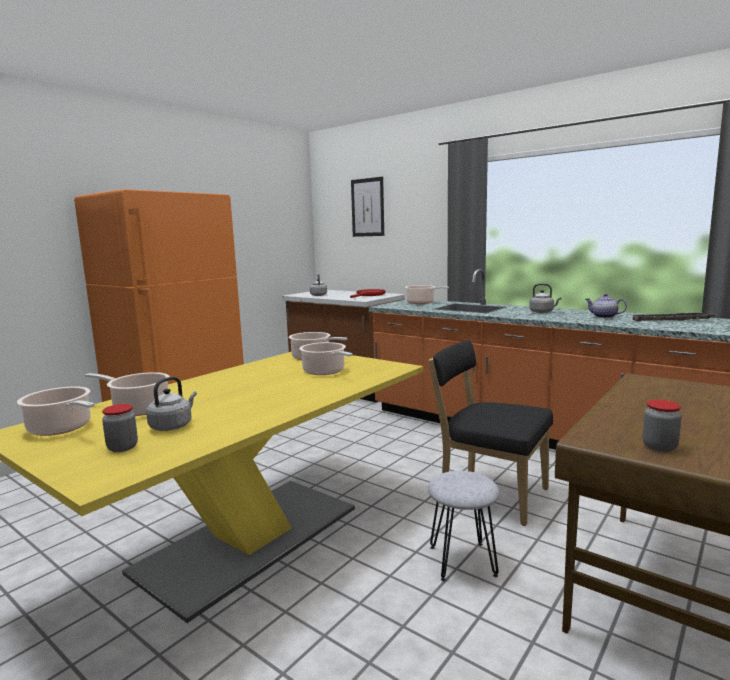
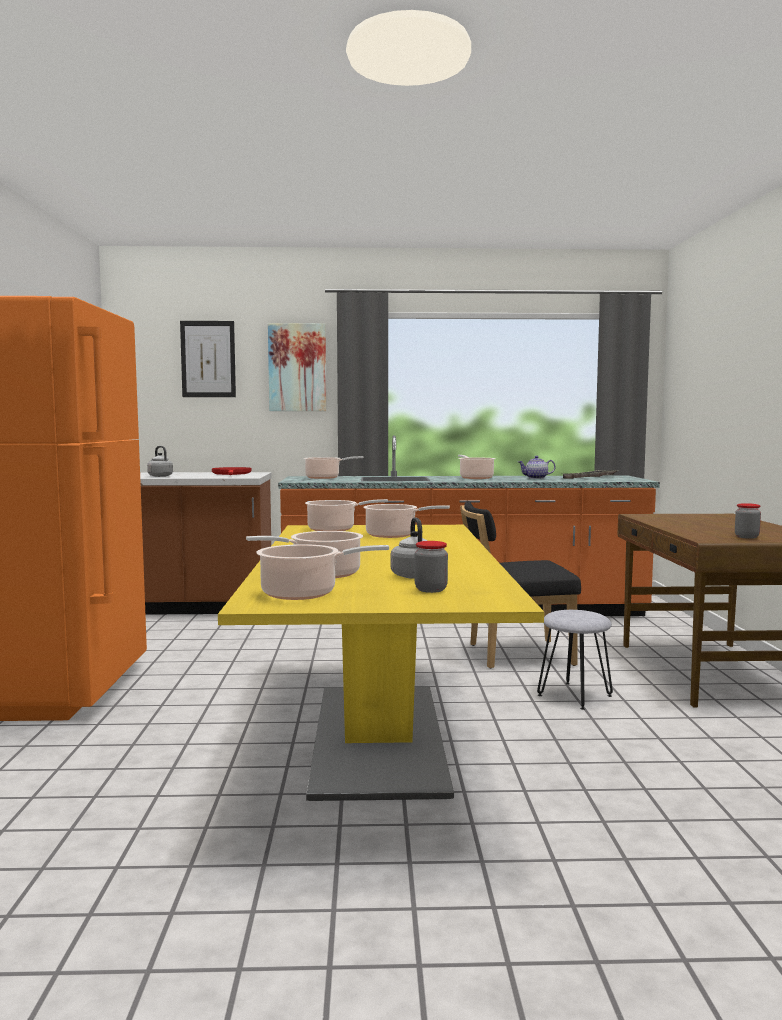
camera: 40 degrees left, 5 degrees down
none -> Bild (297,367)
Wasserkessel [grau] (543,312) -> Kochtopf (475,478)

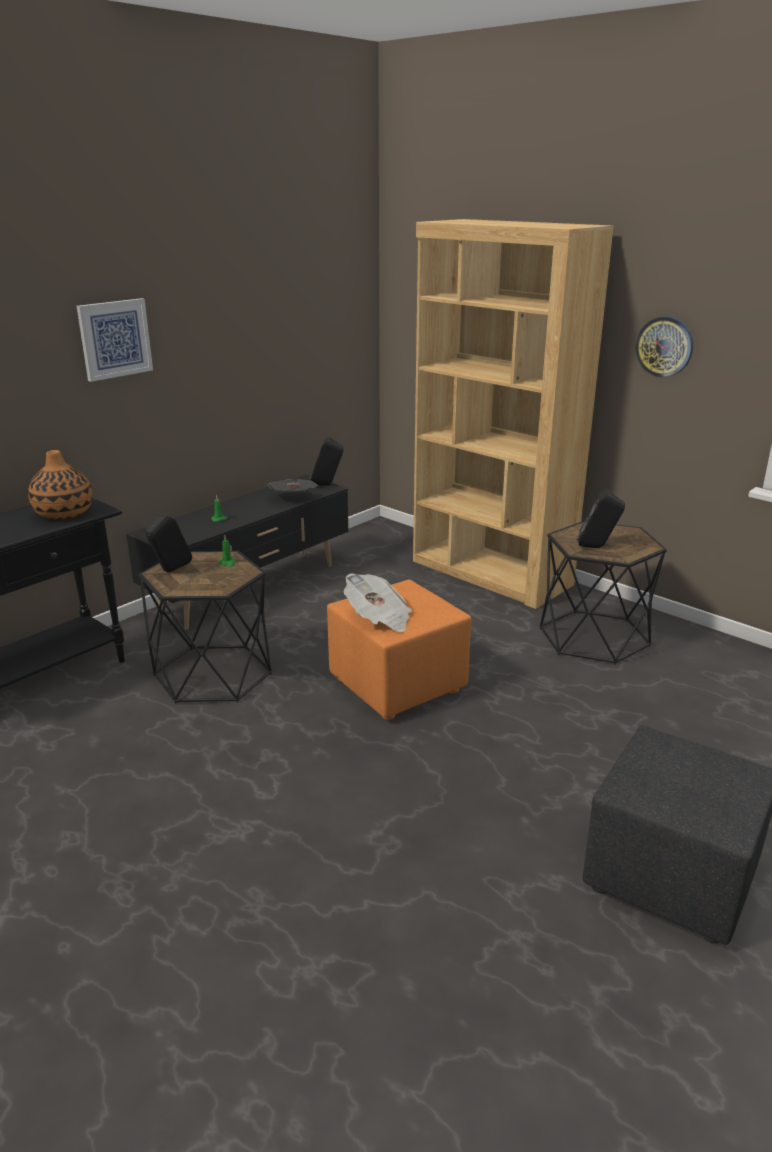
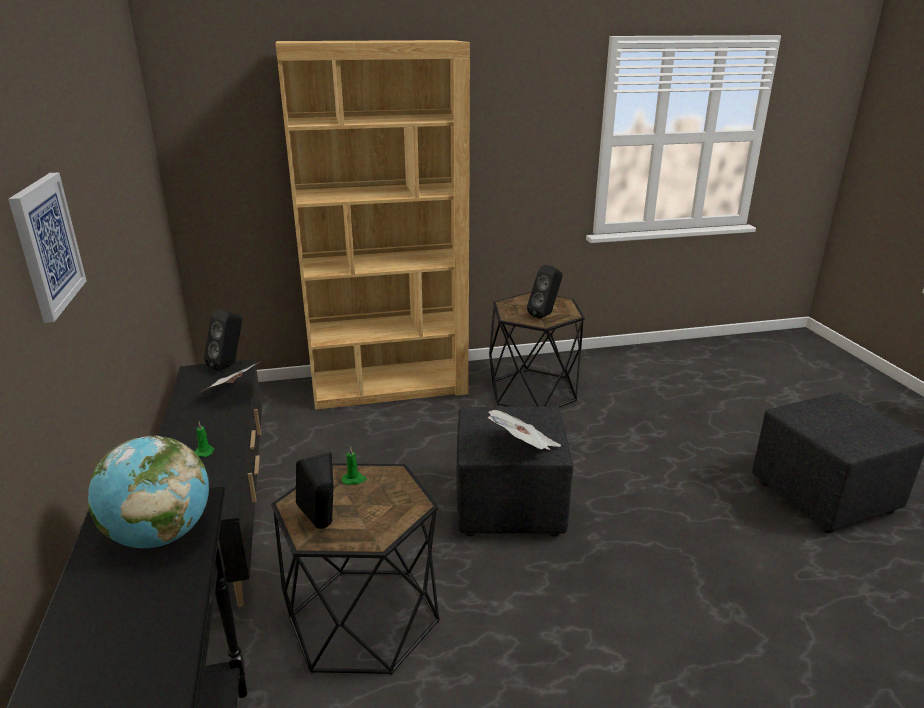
camera: 55 degrees left, 0 degrees up
Wanduhr (664,346) -> none
Vase (64,513) -> Globus (160,535)
Polsterhocker [orange] (399,685) -> Polsterhocker [schwarz] (510,506)

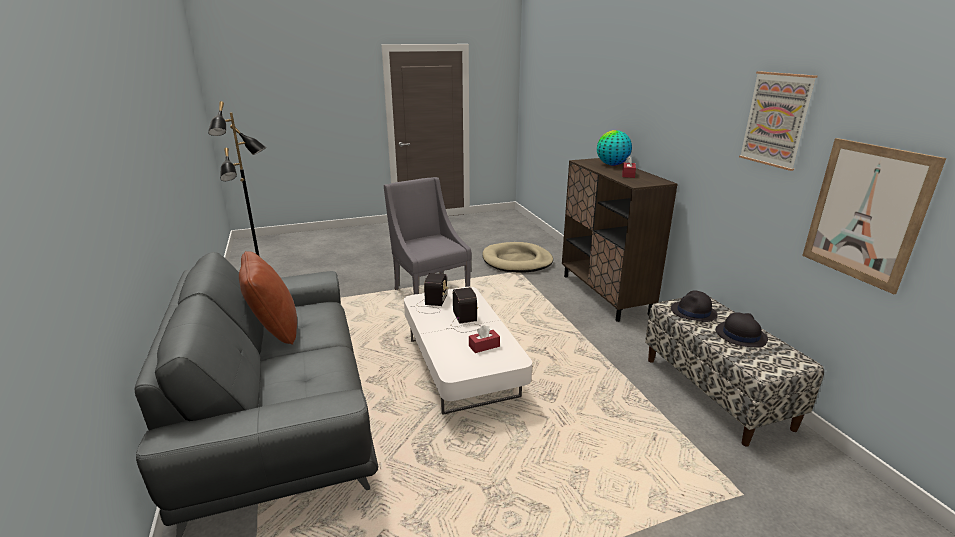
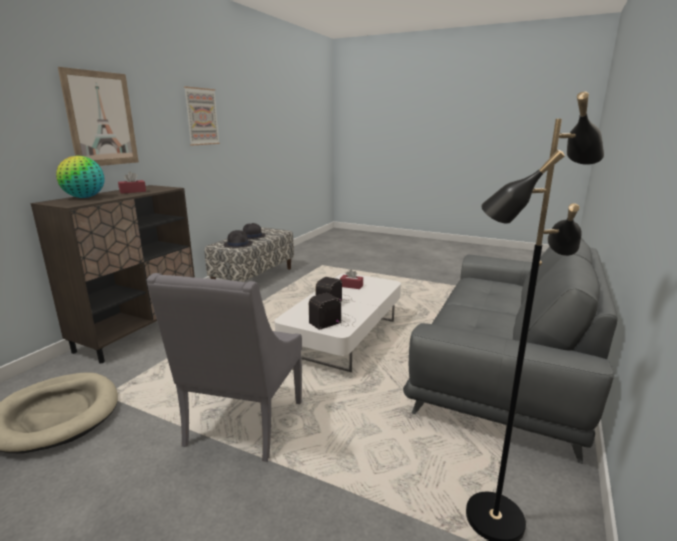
camera: 135 degrees left, 5 degrees down
Kissen [braun] (274,330) -> none
Bild (865,213) -> Bild (101,119), shifted

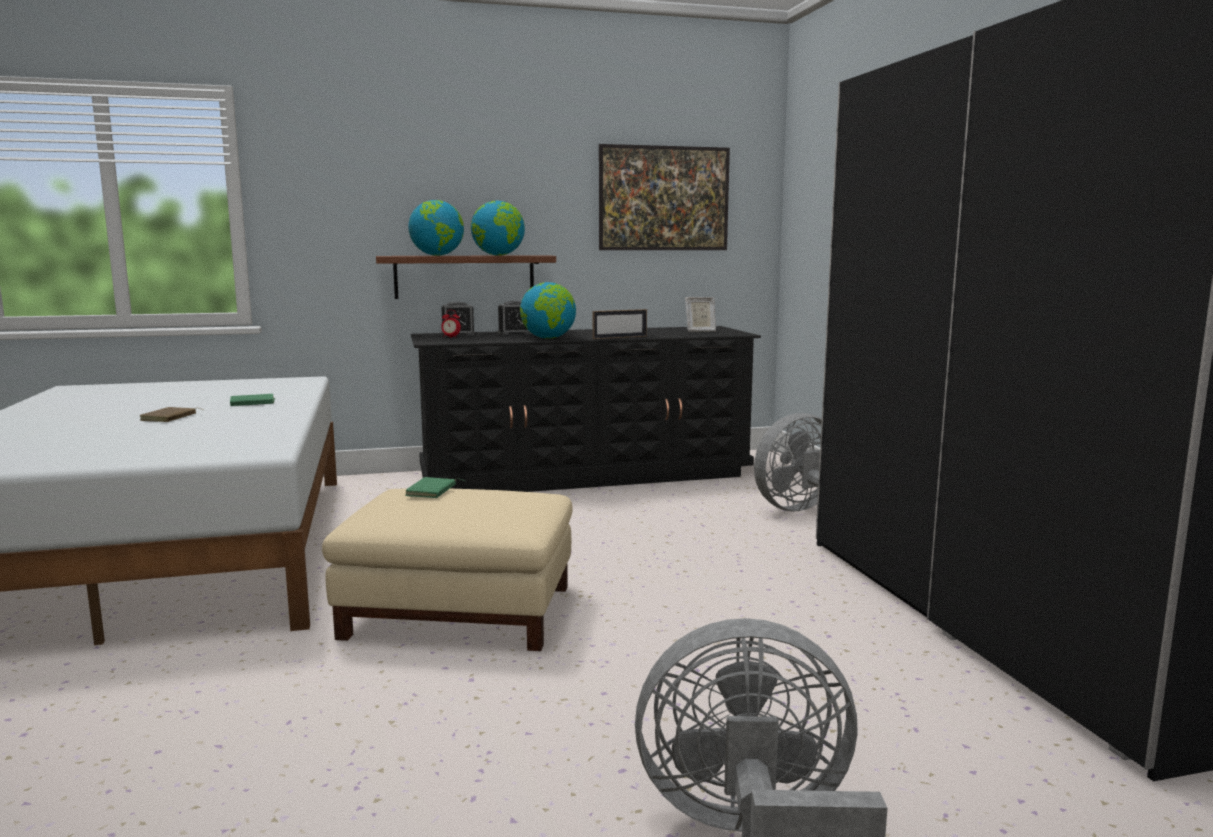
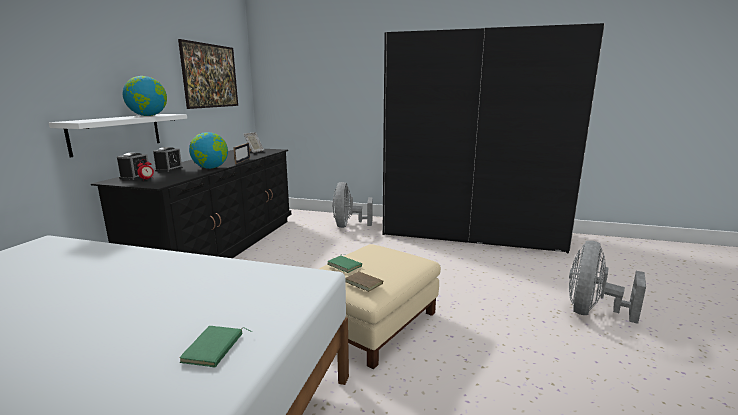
camera: 60 degrees left, 5 degrees up
Globus (437,255) -> none
Buch [braun] (170,418) -> Buch [braun] (364,282), shifted
Buch [grün] (252,403) -> Buch [grün] (215,349), shifted
Wandregal [braun] (464,276) -> Wandregal [weiß] (116,133)

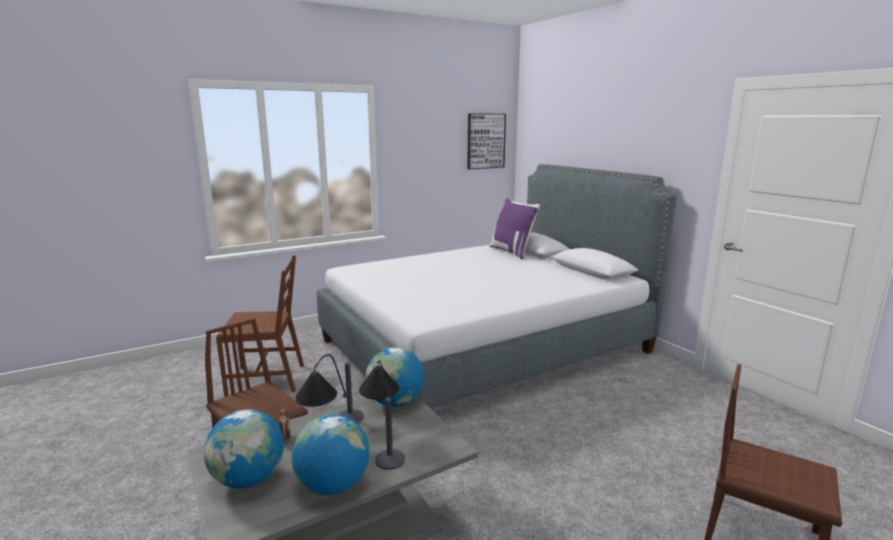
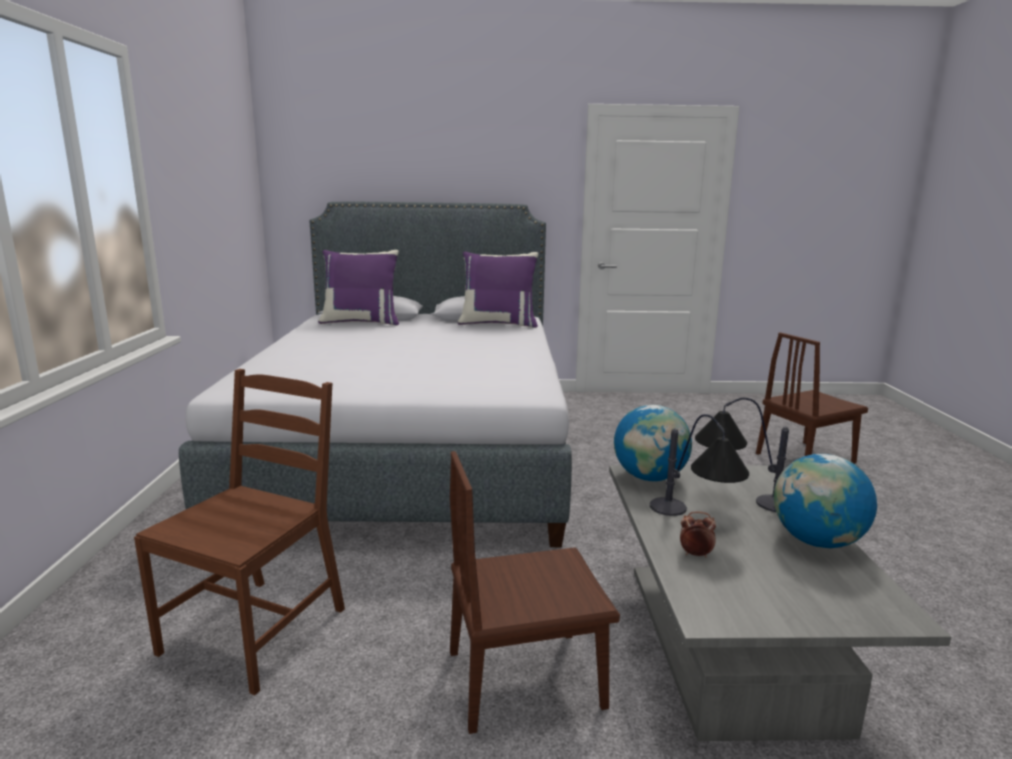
camera: 60 degrees left, 0 degrees up
Globus (249,479) -> none
Bild (485,141) -> none
none -> Kissen [lila] (498,324)

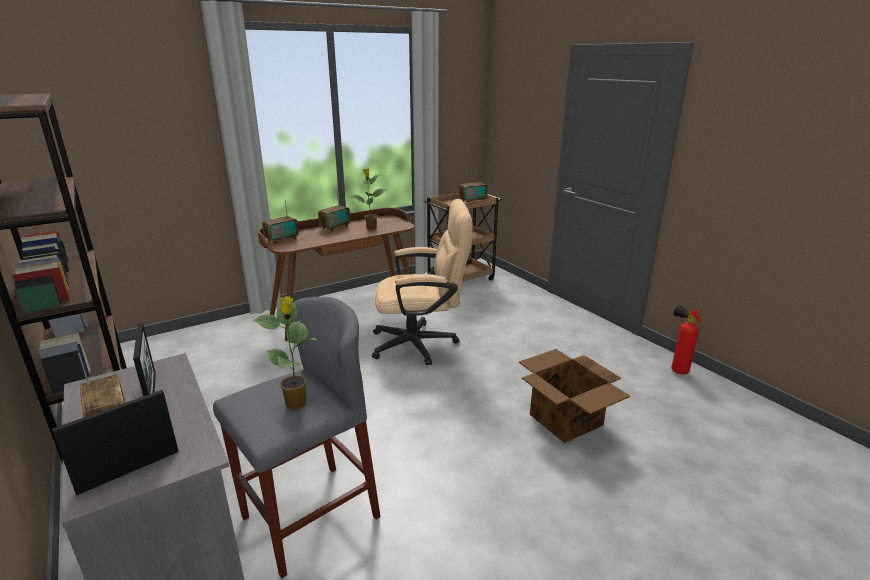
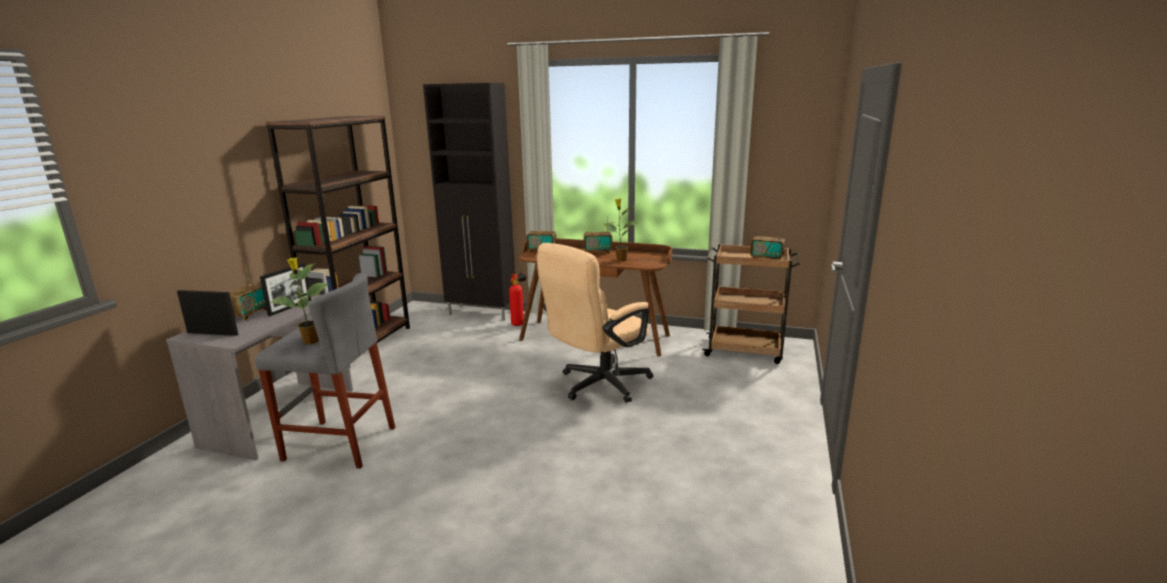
camera: 50 degrees right, 5 degrees down
Karton (566,420) -> none
none -> Schrank [schwarz] (482,313)
Feuerlöscher (676,369) -> Feuerlöscher (519,323), shifted
Bürostuhl [beige] (422,344) -> Bürostuhl [beige] (597,386), 90 degrees clockwise

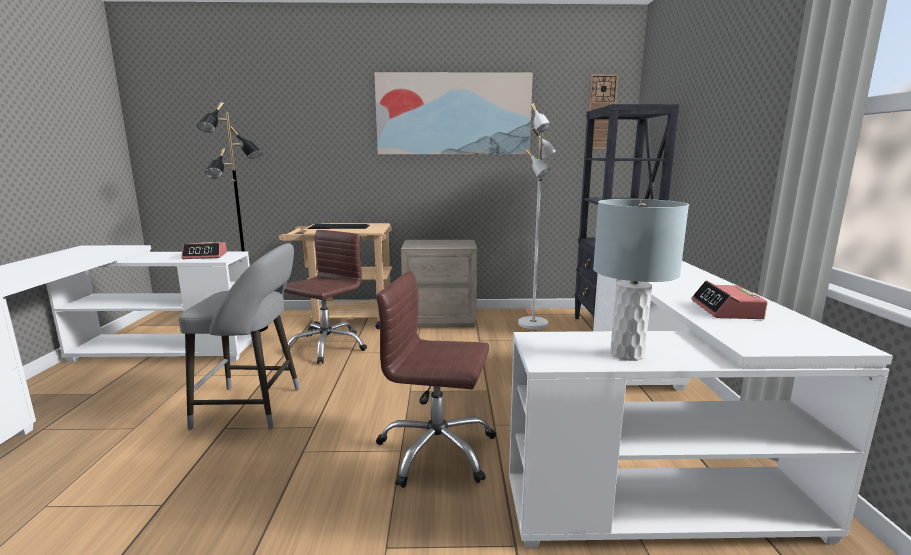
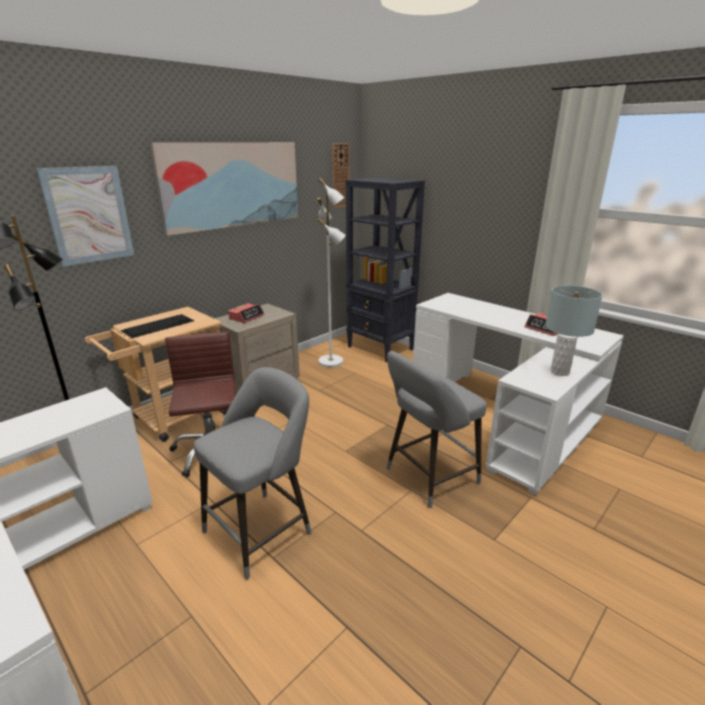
camera: 45 degrees left, 10 degrees up
none -> Bild (89,215)
Wecker (205,256) -> Wecker (246,317), shifted
Bürostuhl [braun] (436,451) -> Hocker [grau] (428,477)

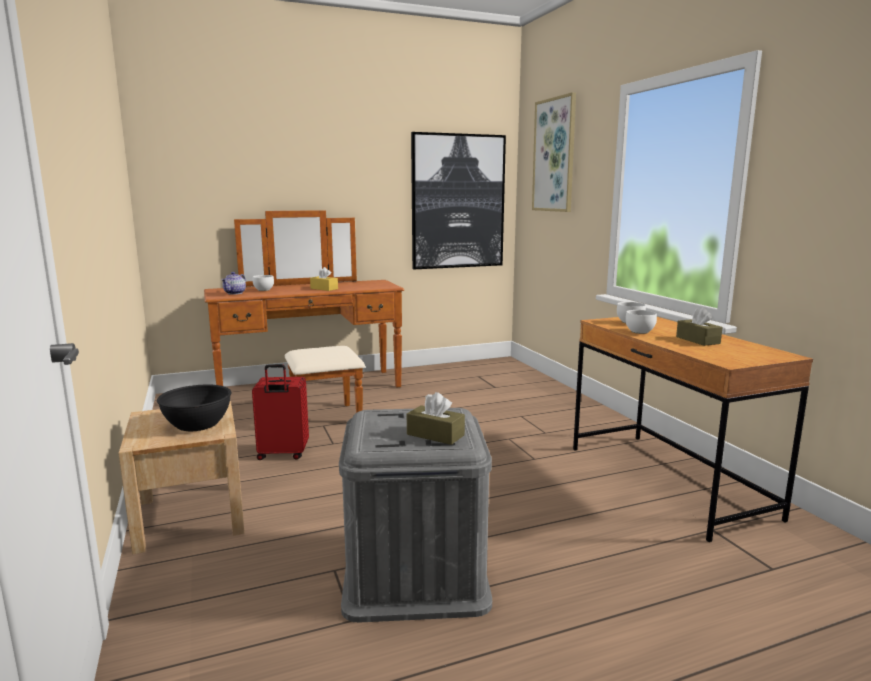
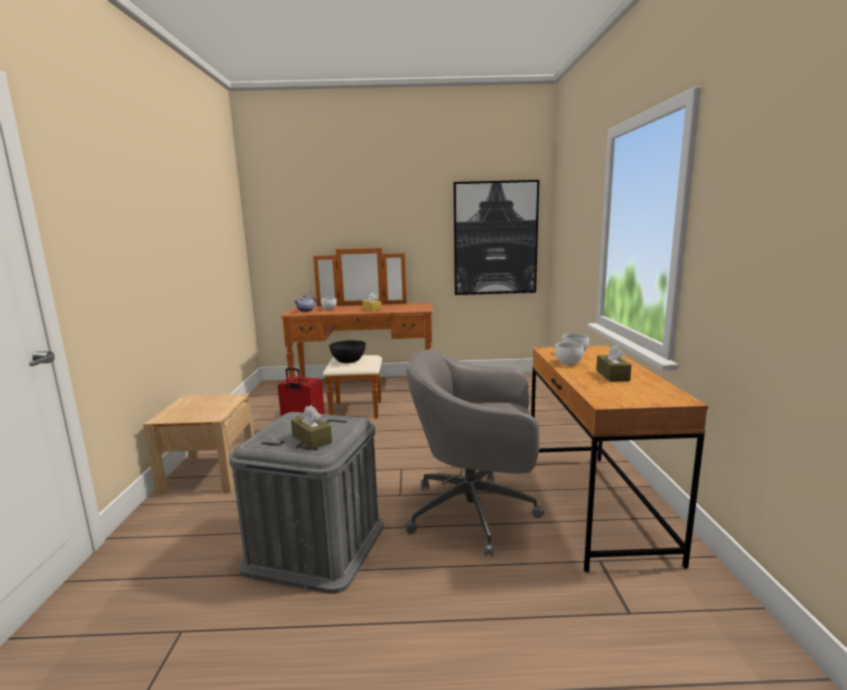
camera: 20 degrees right, 0 degrees up
Bild (554,155) -> none
none -> Bürostuhl [grau] (475,512)
Schüssel [schwarz] (198,424) -> Schüssel [schwarz] (348,360), shifted

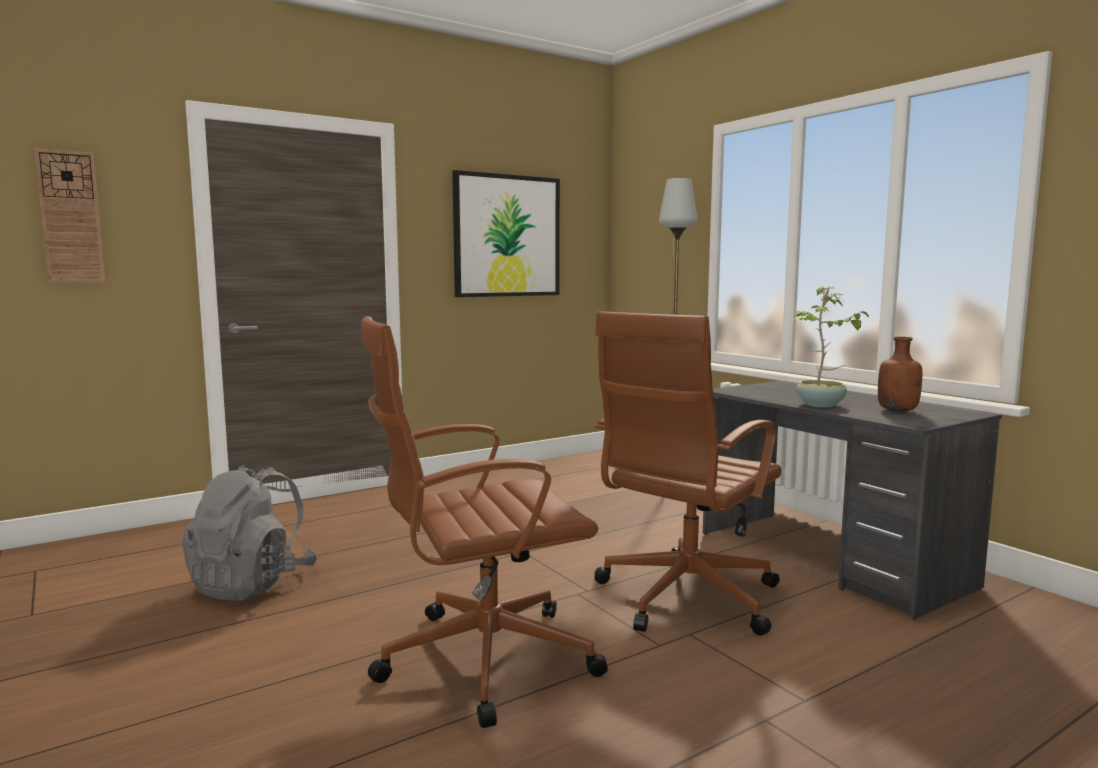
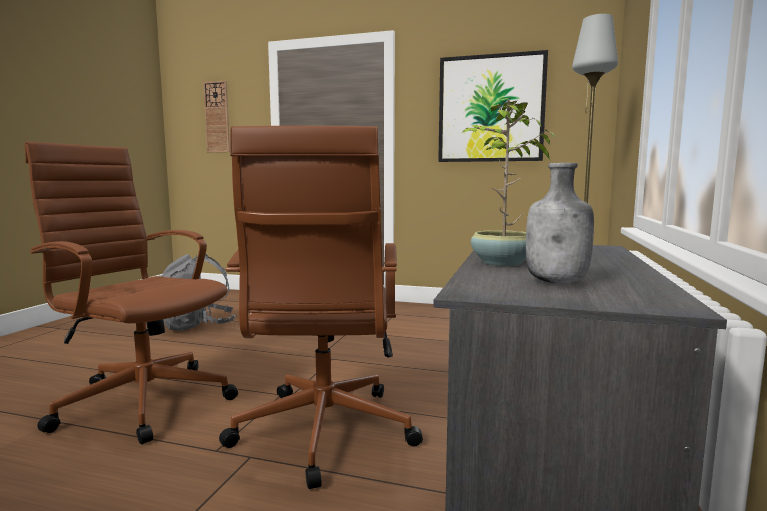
camera: 50 degrees right, 0 degrees up
Flasche [braun] (898,411) -> Flasche [grau] (557,282)
Bürostuhl [braun] (684,598) -> Bürostuhl [braun] (323,433), 90 degrees counterclockwise

